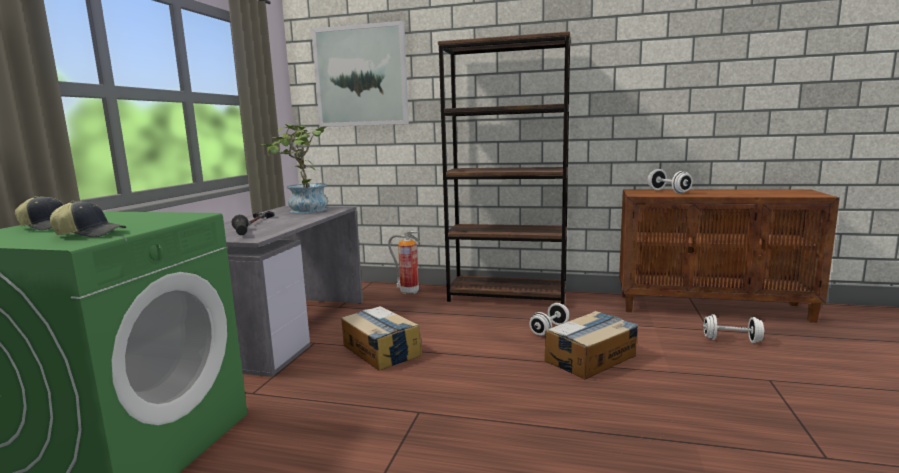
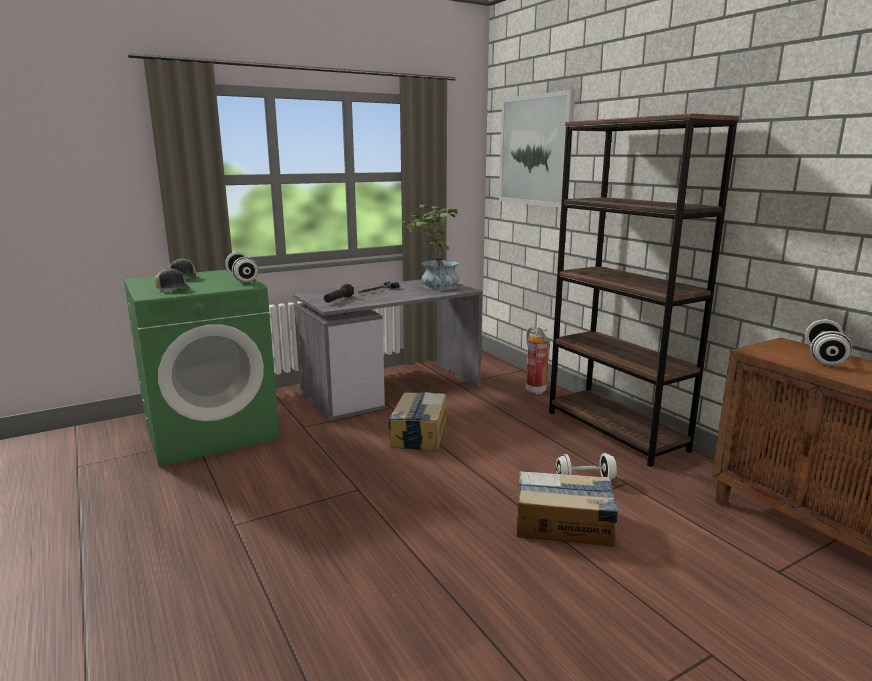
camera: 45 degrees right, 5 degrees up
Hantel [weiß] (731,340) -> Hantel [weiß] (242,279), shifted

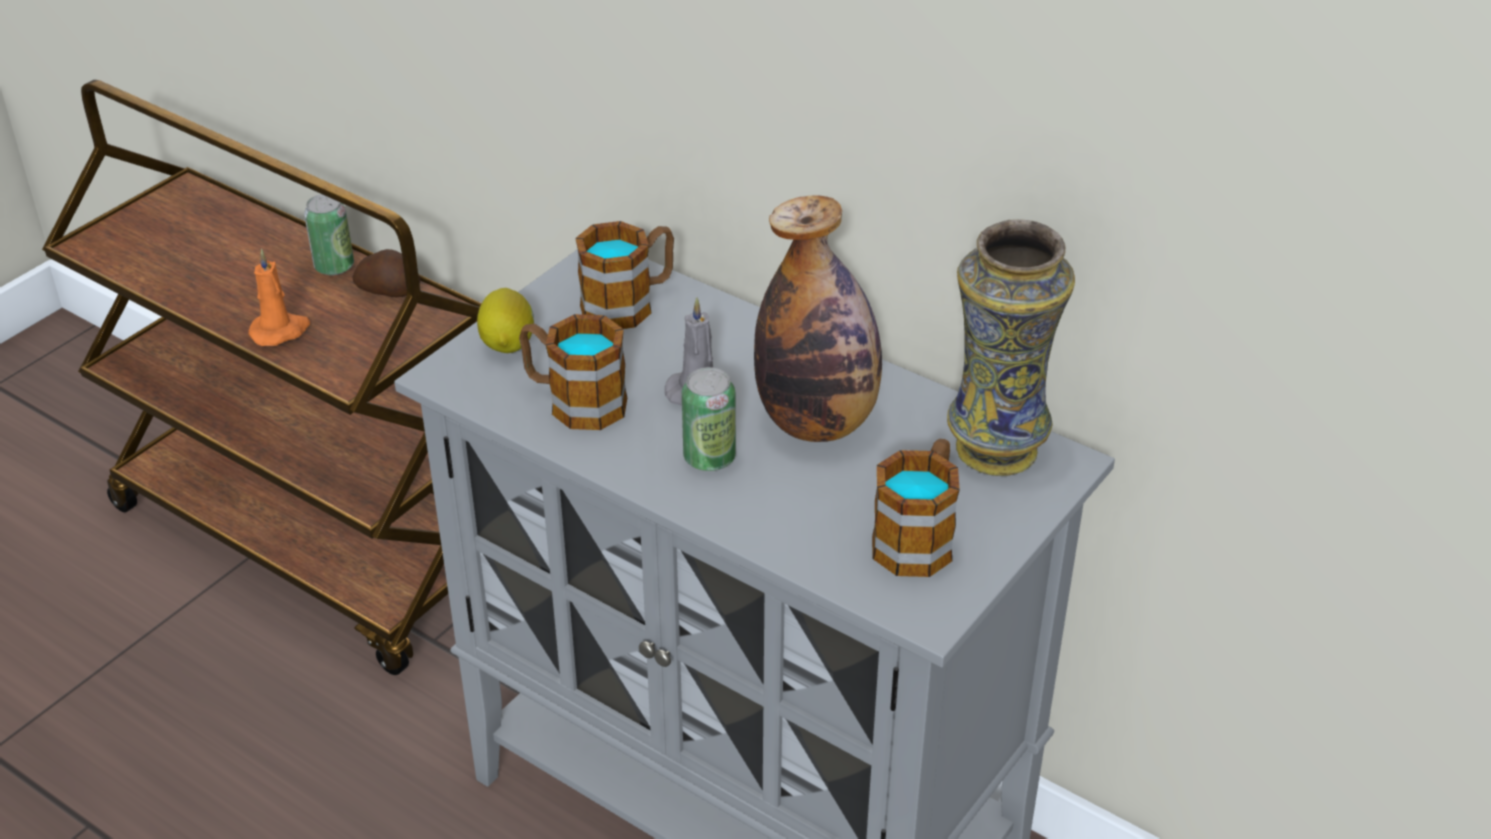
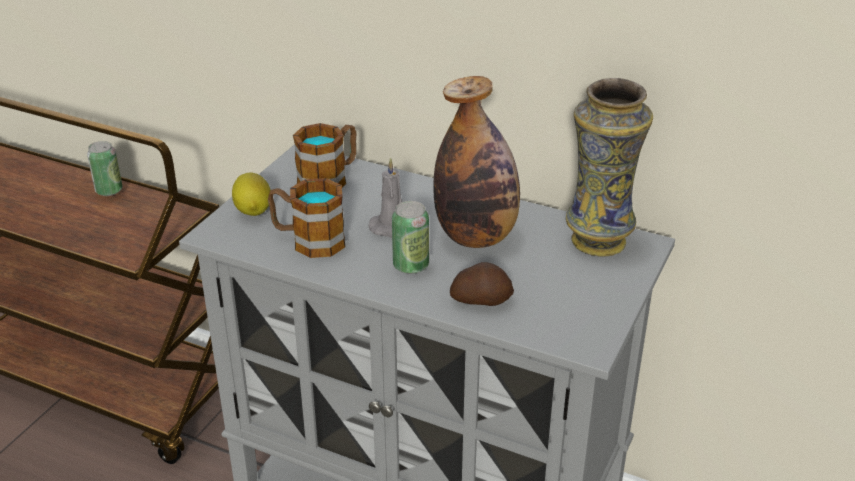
camera: 10 degrees left, 5 degrees down
Kerze [orange] (280,331) -> none
Henkelbecher (918,536) -> none
Kartoffel (389,290) -> Kartoffel (481,299), shifted

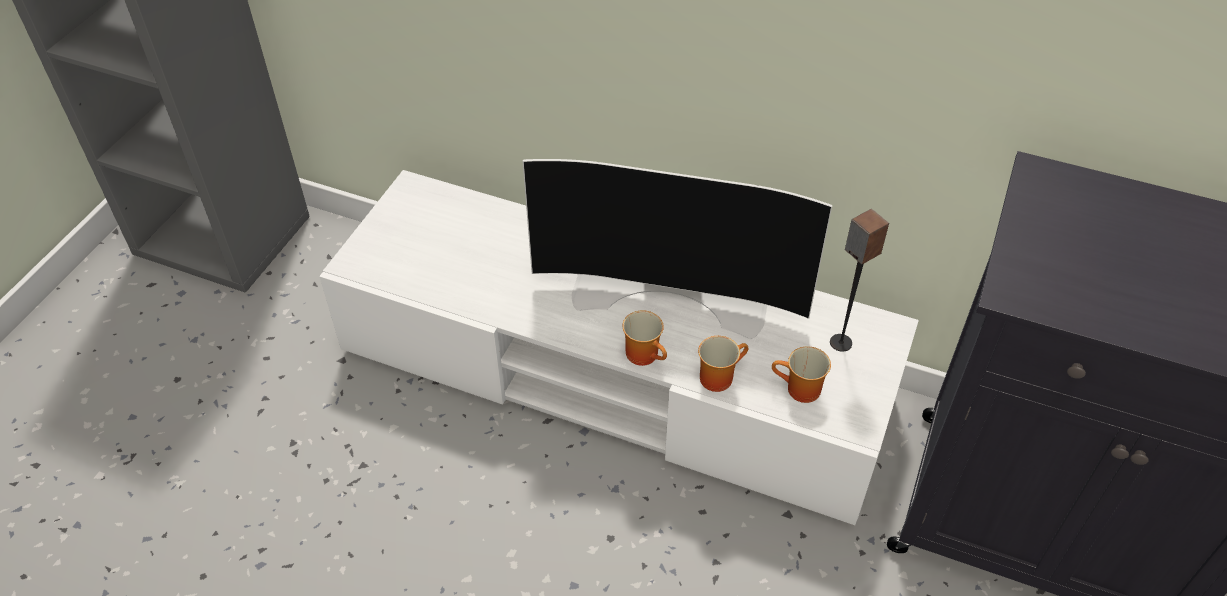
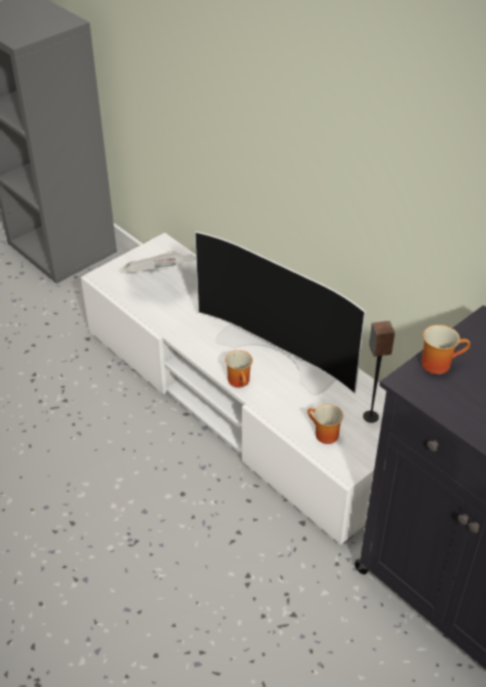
camera: 25 degrees right, 5 degrees down
none -> Zeitung (163,278)
Henkelbecher (718,375) -> Henkelbecher (438,362), shifted

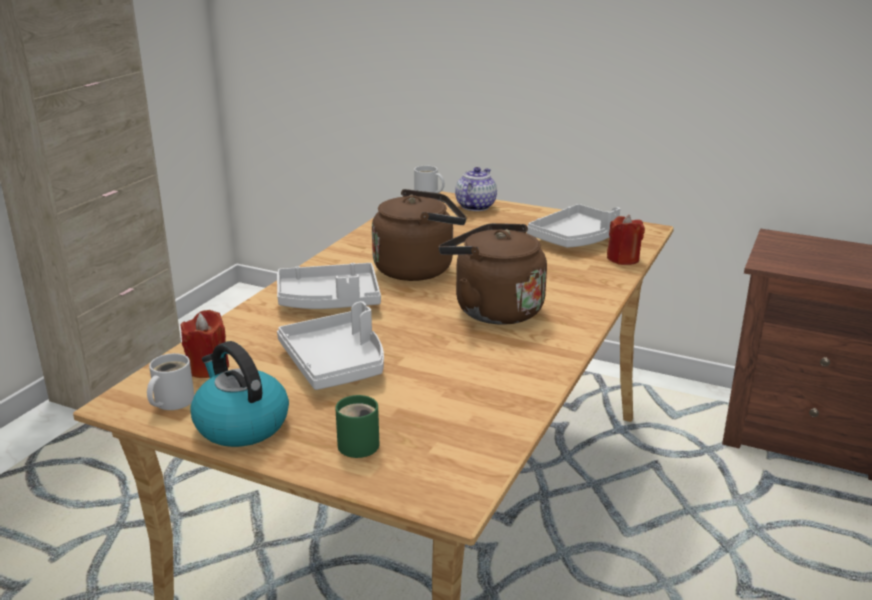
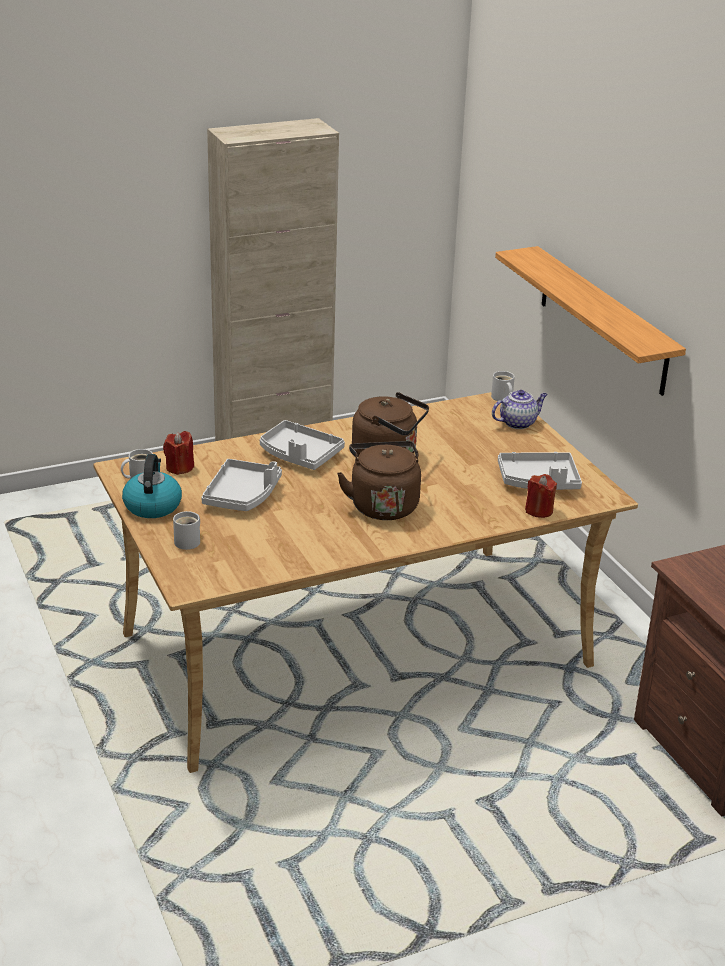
camera: 40 degrees right, 5 degrees up
none -> Wandregal (603,320)
Henkelbecher [grün] (359,443) -> Henkelbecher [weiß] (189,541)

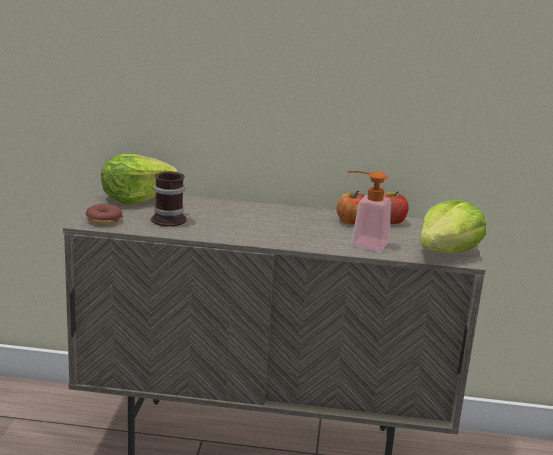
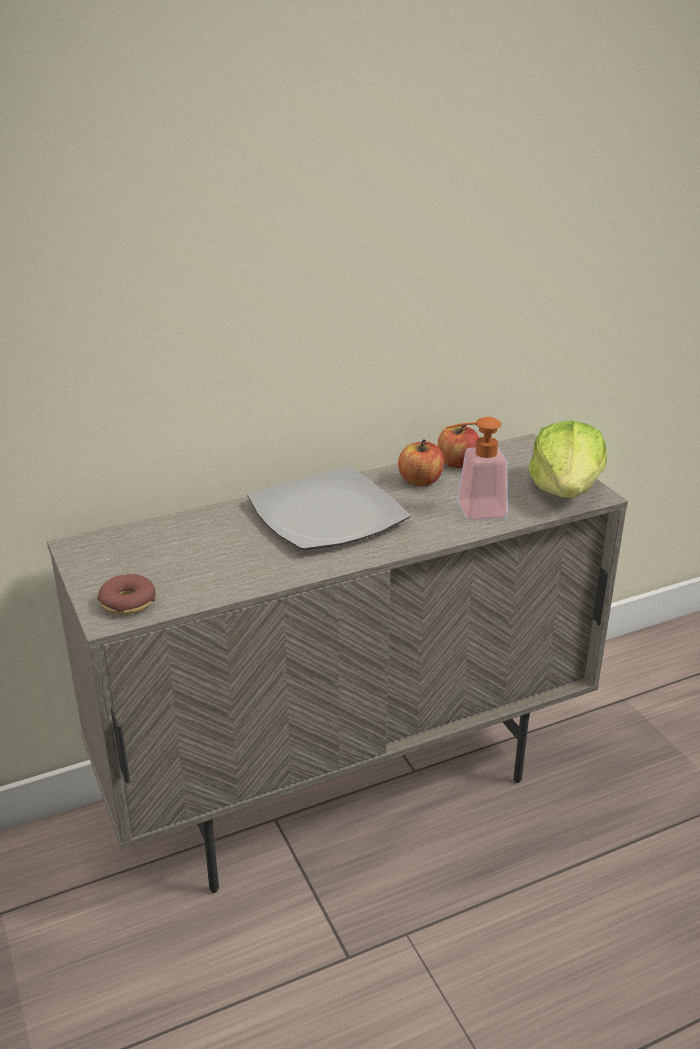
camera: 30 degrees left, 10 degrees up
Salatkopf (135,198) -> none
Henkelbecher (171,219) -> none
none -> Teller (325,514)

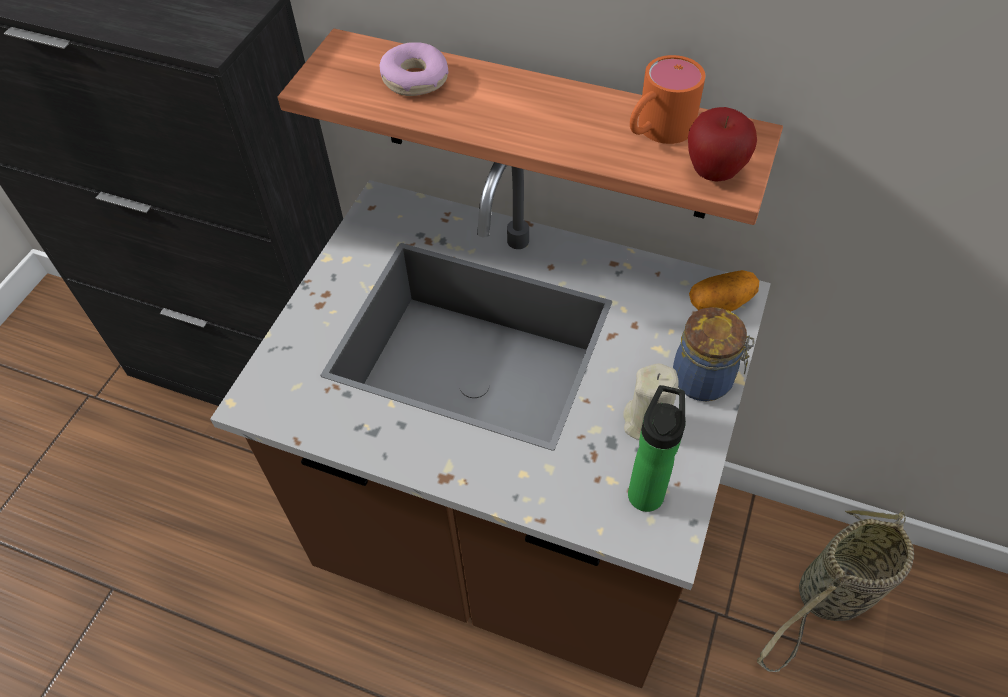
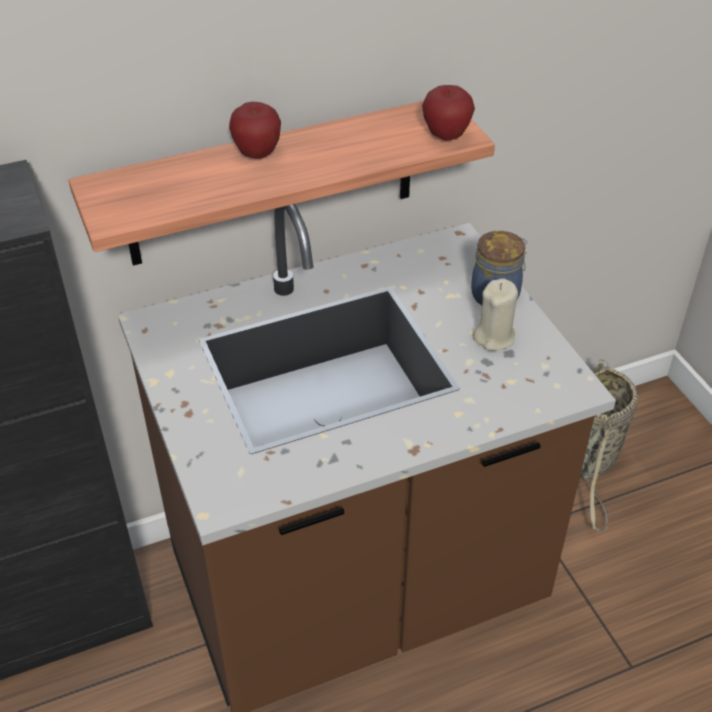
camera: 45 degrees left, 10 degrees down
Donut (415,79) -> none
Flasche (646,490) -> none
Henkelbecher [orange] (657,131) -> none
Kartoffel (721,303) -> none
none -> Apfel (257,154)

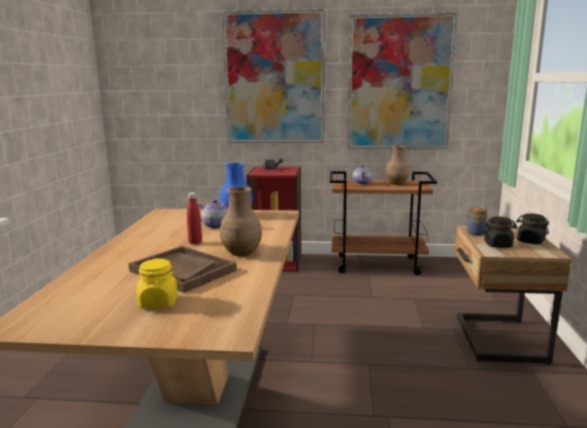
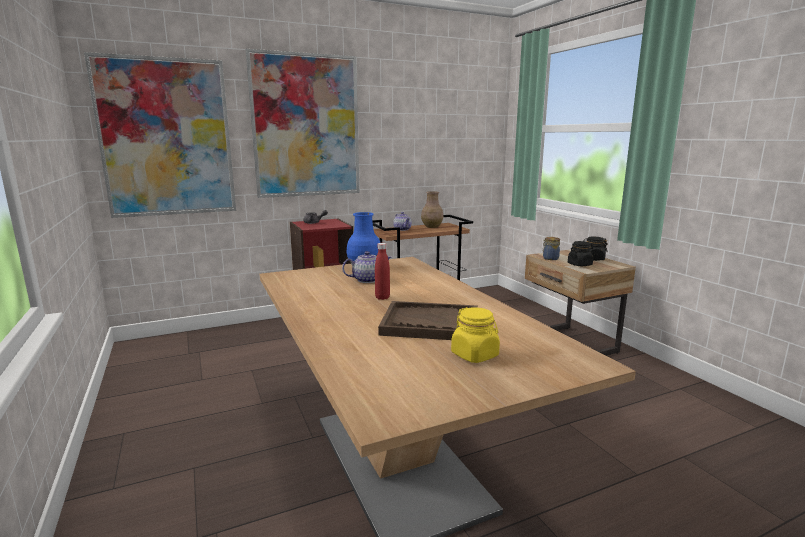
camera: 30 degrees left, 0 degrees up
Vase [braun] (241,252) -> none
Bild (399,83) -> Bild (167,138), shifted

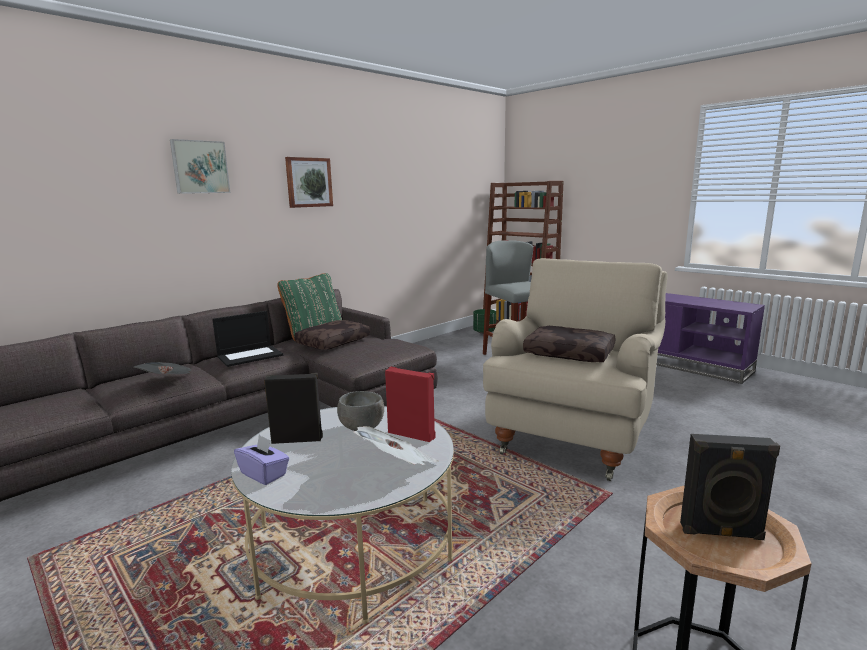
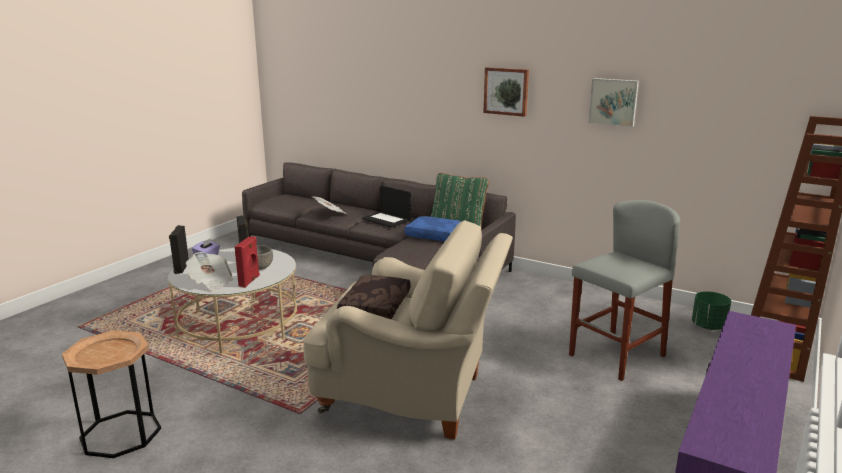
camera: 75 degrees right, 5 degrees up
Bild (200,167) -> Bild (613,102), shifted
Lautsprecher [schwarz] (721,533) -> Lautsprecher [schwarz] (181,268), shifted
Kissen [braun] (333,342) -> Kissen [blau] (437,235)

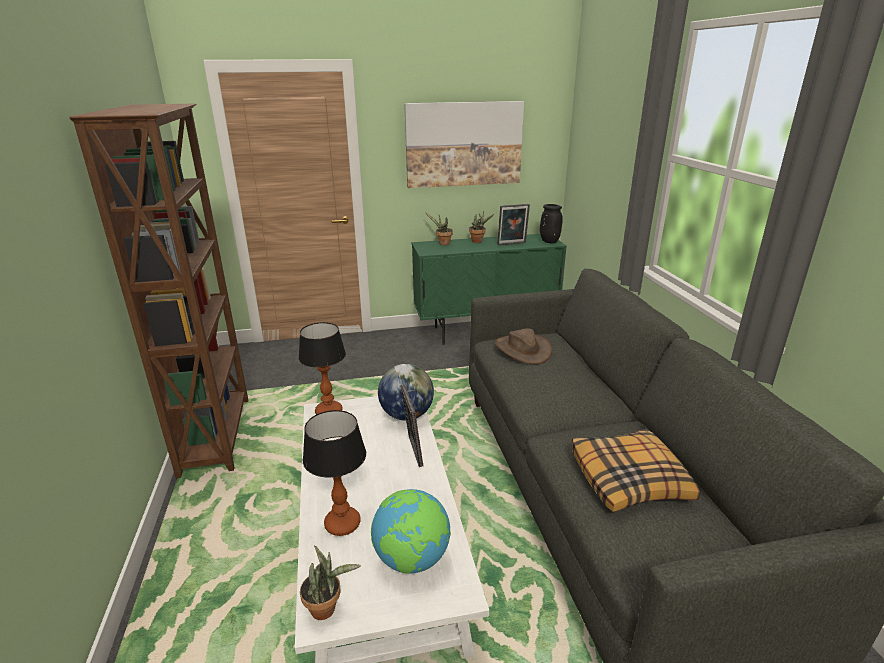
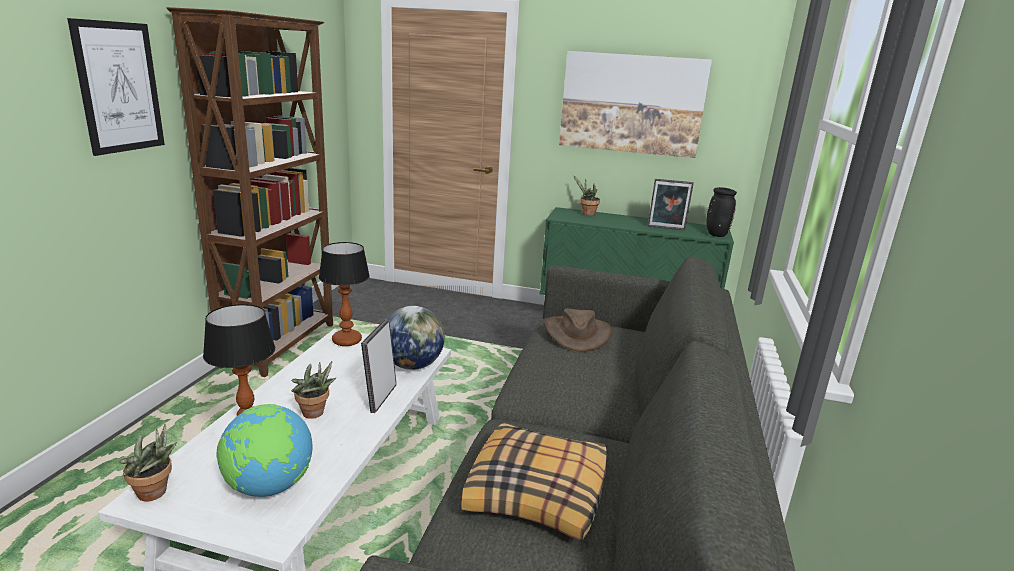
camera: 25 degrees right, 5 degrees down
none -> Bild (119,87)
Topfpflanze (478,241) -> Topfpflanze (315,414), shifted

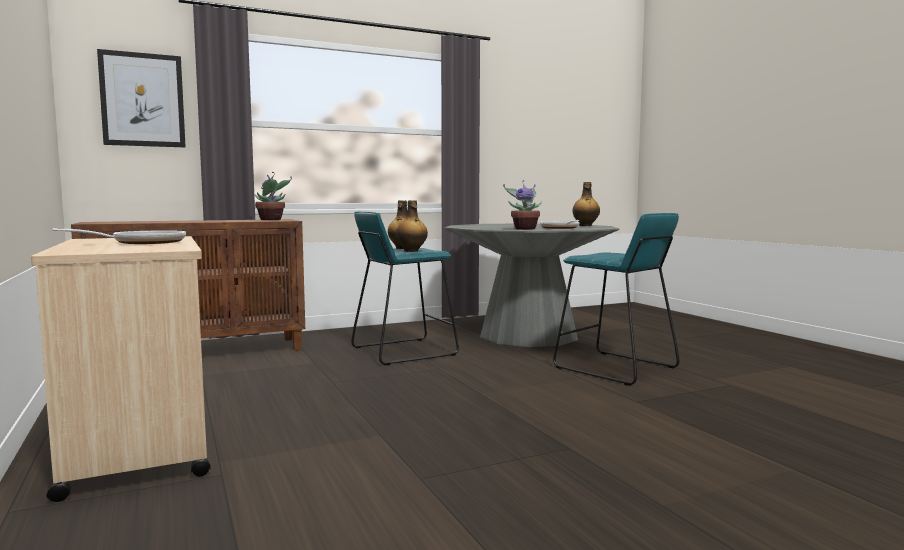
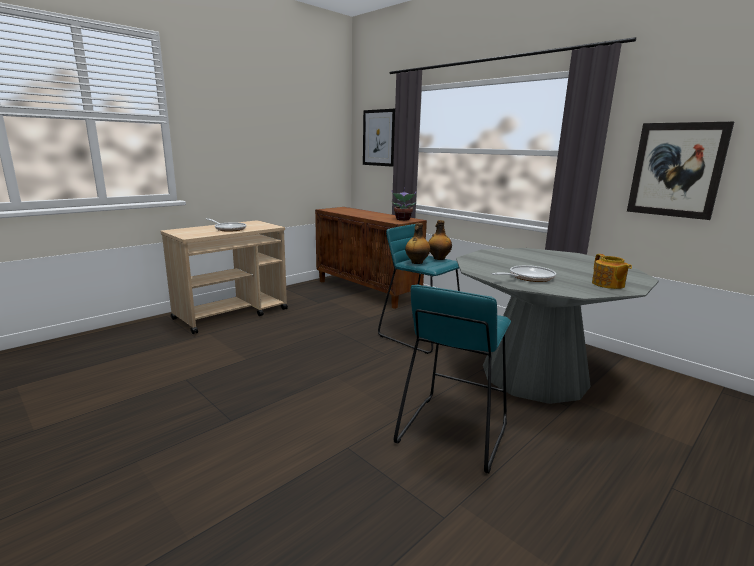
camera: 70 degrees right, 10 degrees up
Topfpflanze (524,229) -> none
none -> Bild (676,170)
Flasche (585,226) -> Teekanne (608,284)

